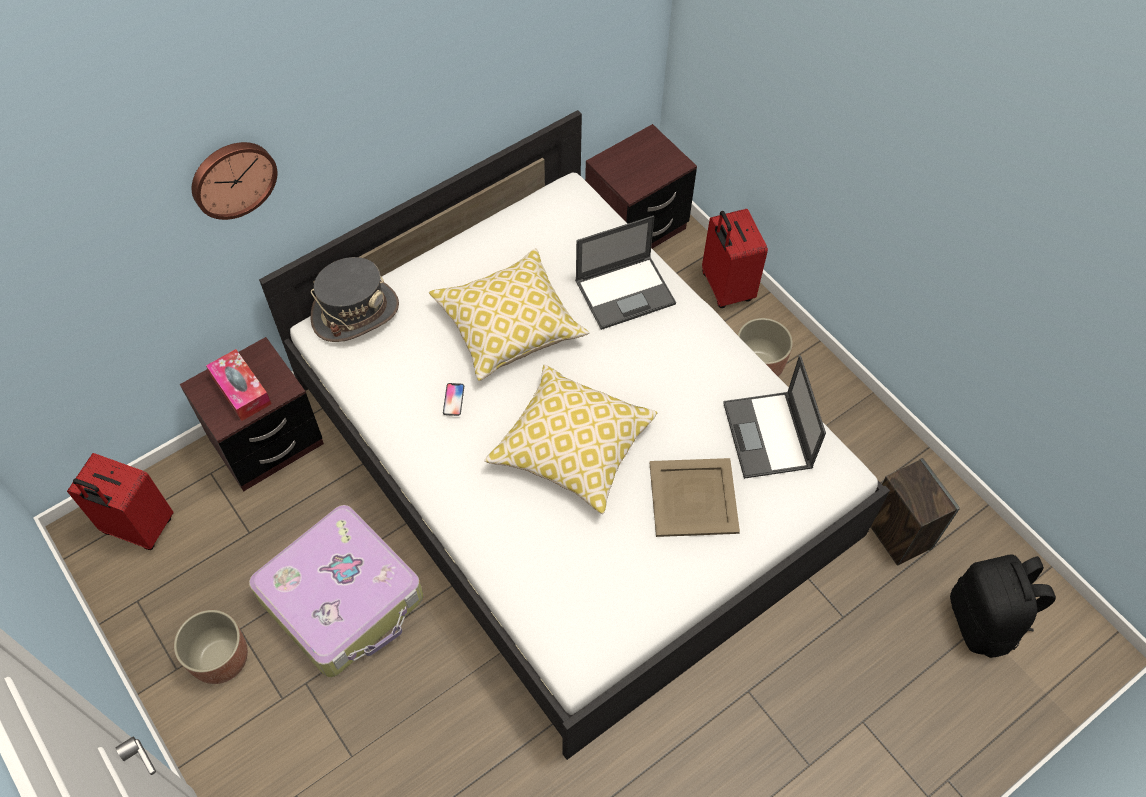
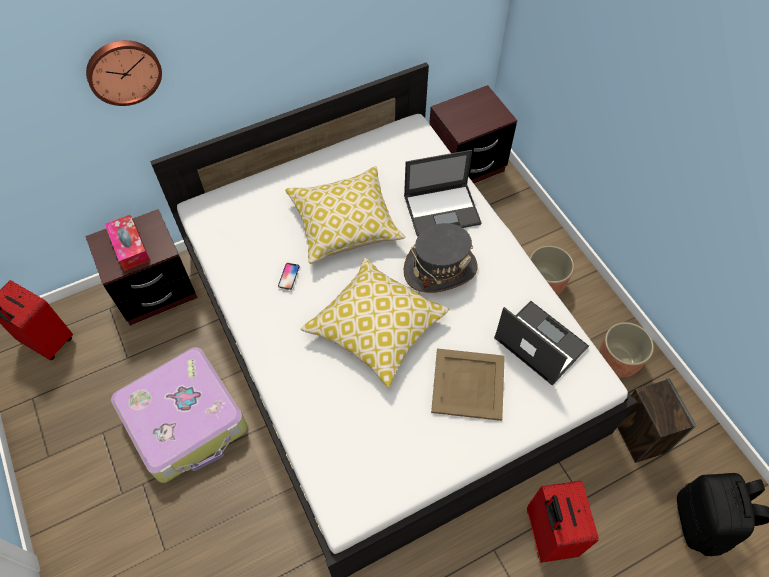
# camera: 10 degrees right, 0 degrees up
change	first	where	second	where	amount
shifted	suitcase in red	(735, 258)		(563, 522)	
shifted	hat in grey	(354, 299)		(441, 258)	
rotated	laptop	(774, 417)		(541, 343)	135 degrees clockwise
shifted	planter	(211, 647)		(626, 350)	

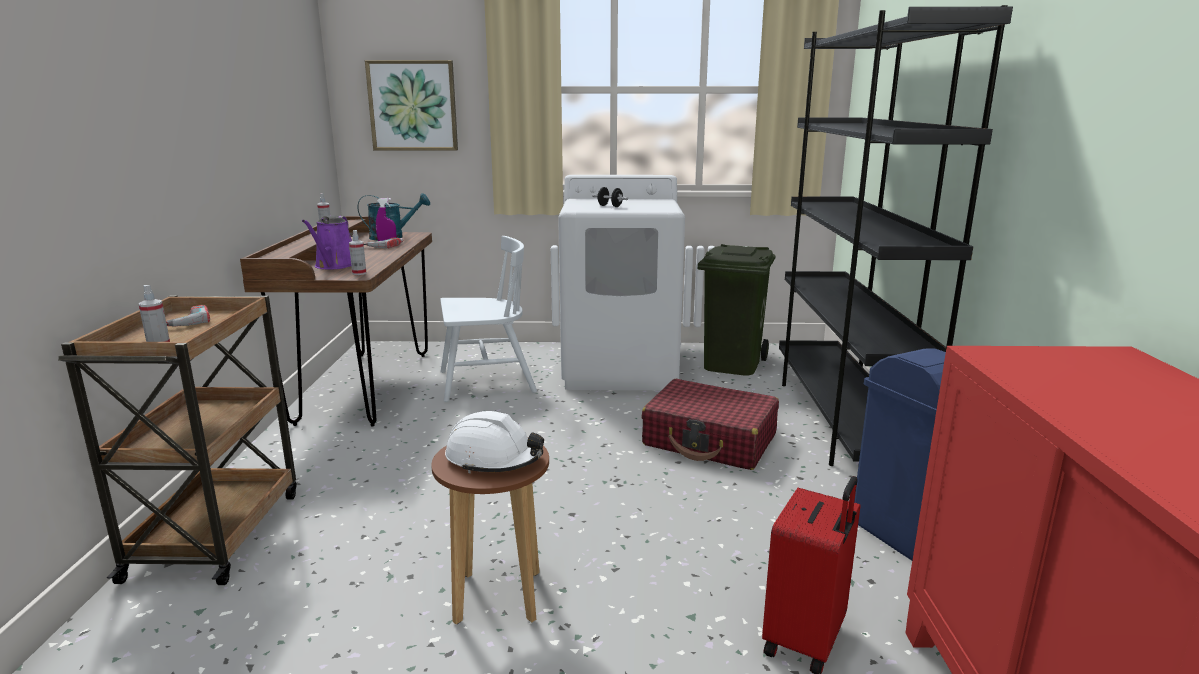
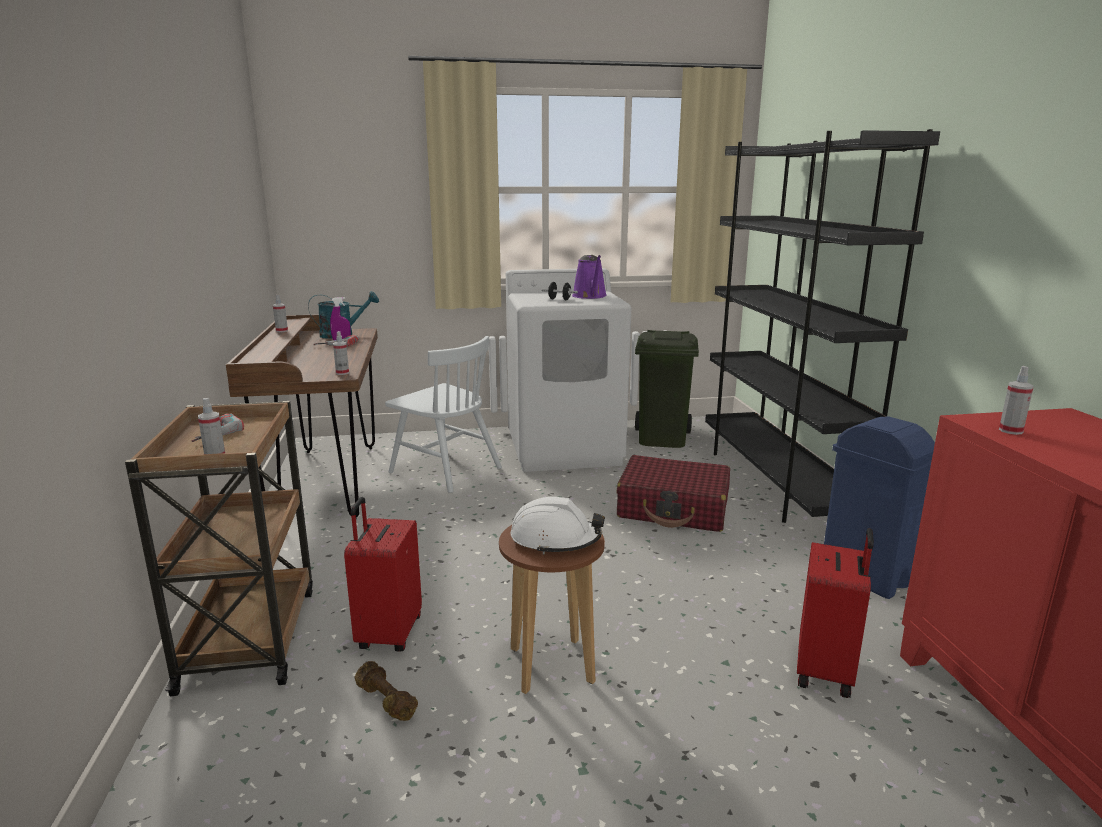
# camera: 10 degrees left, 0 degrees up
change	first	where	second	where	amount
gone	picture	(411, 105)			
shifted	watering can in purple	(327, 242)		(589, 277)	
rotated	chair in white	(488, 319)		(443, 414)	60 degrees clockwise
new			spray bottle	(1016, 400)	
new			suitcase in red	(383, 574)	
new			dumbbell in brown	(386, 691)	

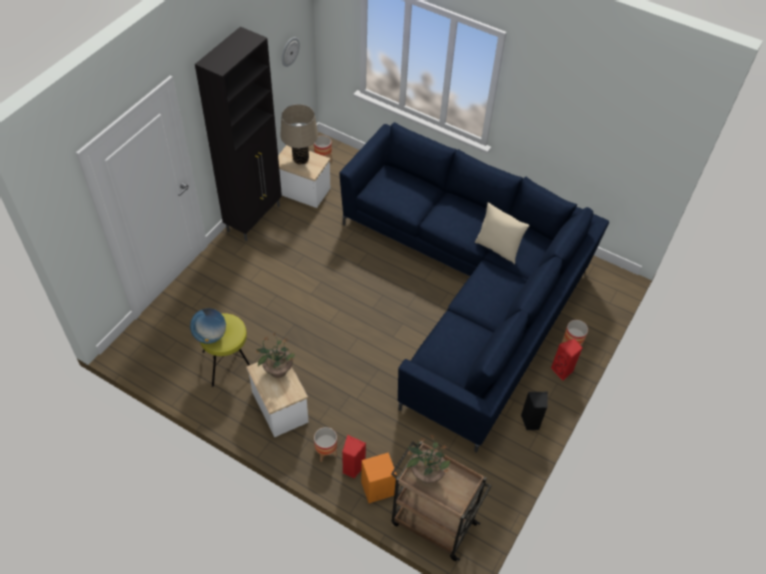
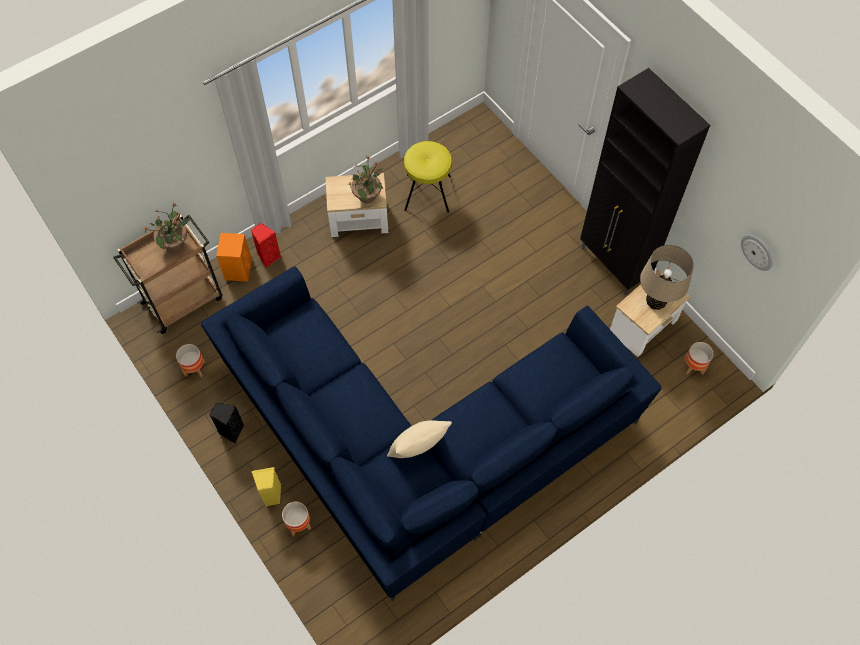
# camera: 115 degrees right, 10 degrees up
change	first	where	second	where	amount
gone	globe	(208, 326)			
repainted	speaker in red	(567, 360)	speaker in yellow	(266, 486)	
shifted	planter	(325, 444)		(190, 360)	

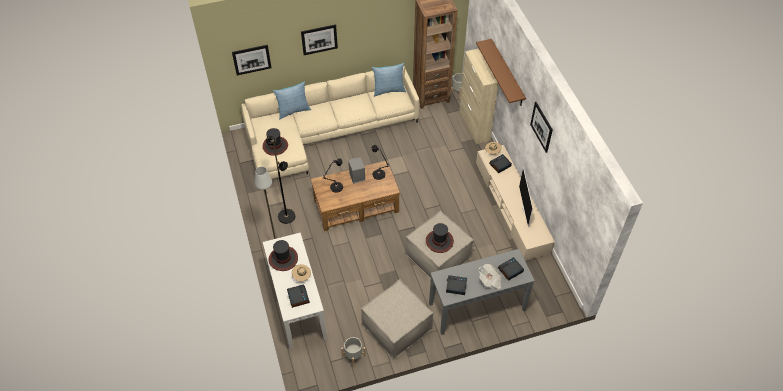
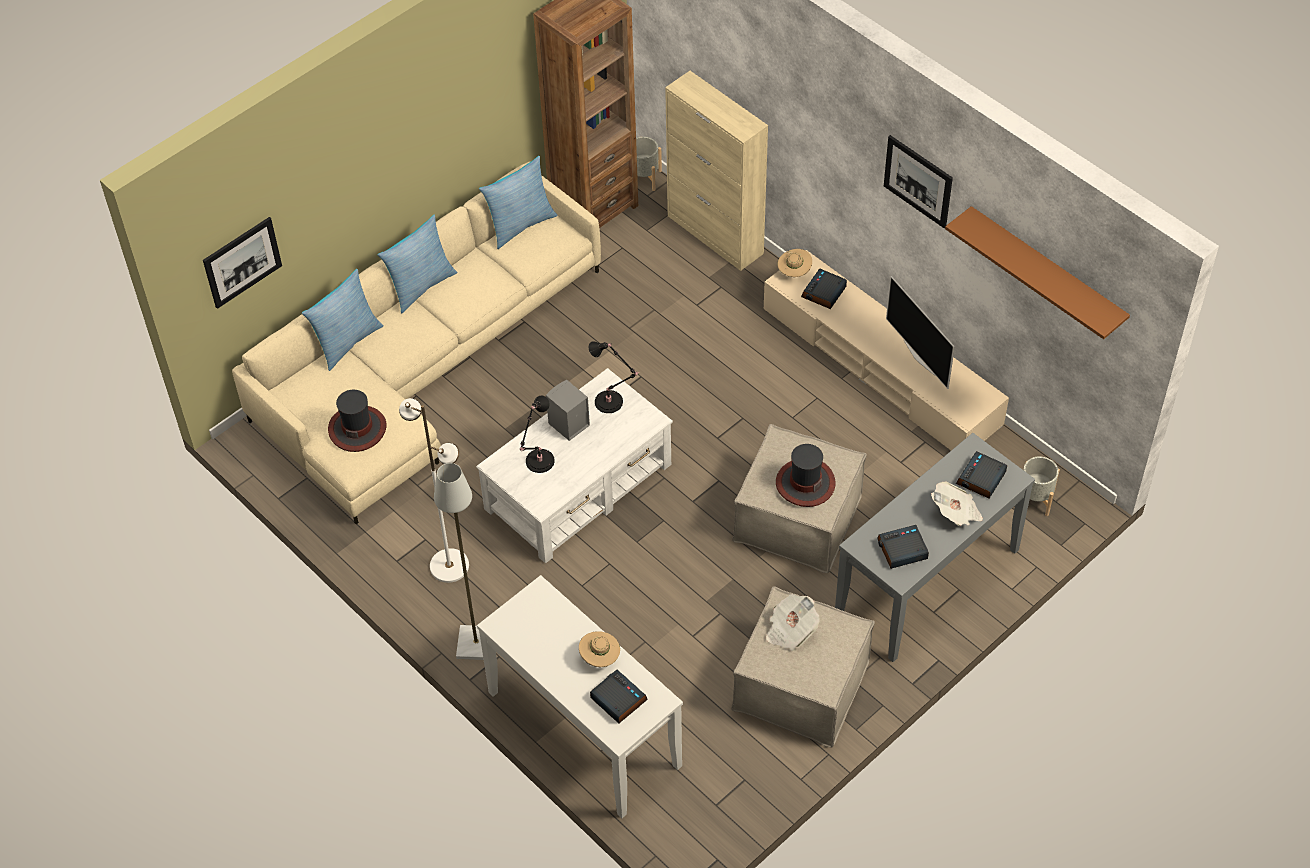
# camera: 25 degrees left, 0 degrees up
change	first	where	second	where	amount
gone	picture	(319, 39)			
shifted	shelf in brown	(501, 72)		(1037, 272)	
repainted	floor lamp in black	(280, 180)	floor lamp in white	(434, 490)	
repainted	coffee table in brown	(355, 196)	coffee table in white	(574, 466)	
gone	hat	(283, 255)			
shifted	planter in grey	(353, 352)		(1041, 486)	
new			pillow	(418, 264)	
new			newspaper	(793, 622)	

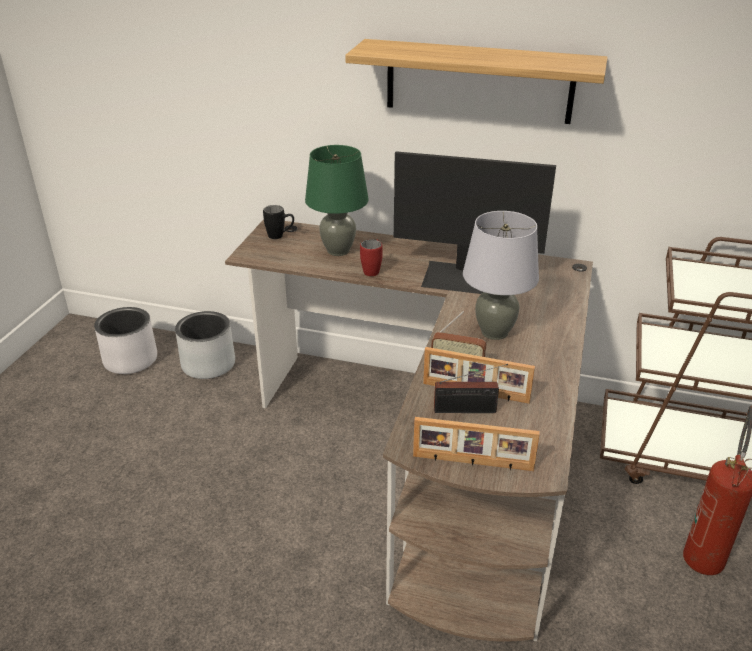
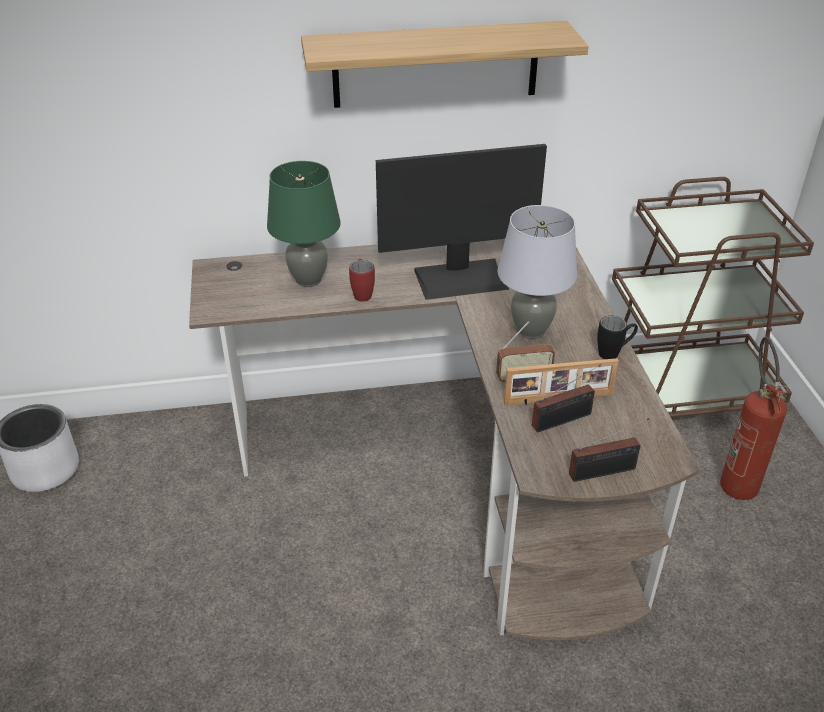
# camera: 25 degrees left, 5 degrees up
change	first	where	second	where	amount
shifted	mug in black	(278, 222)		(617, 337)	
gone	planter in grey	(205, 345)			
swapped	picture frame	(476, 444)	radio	(609, 450)	

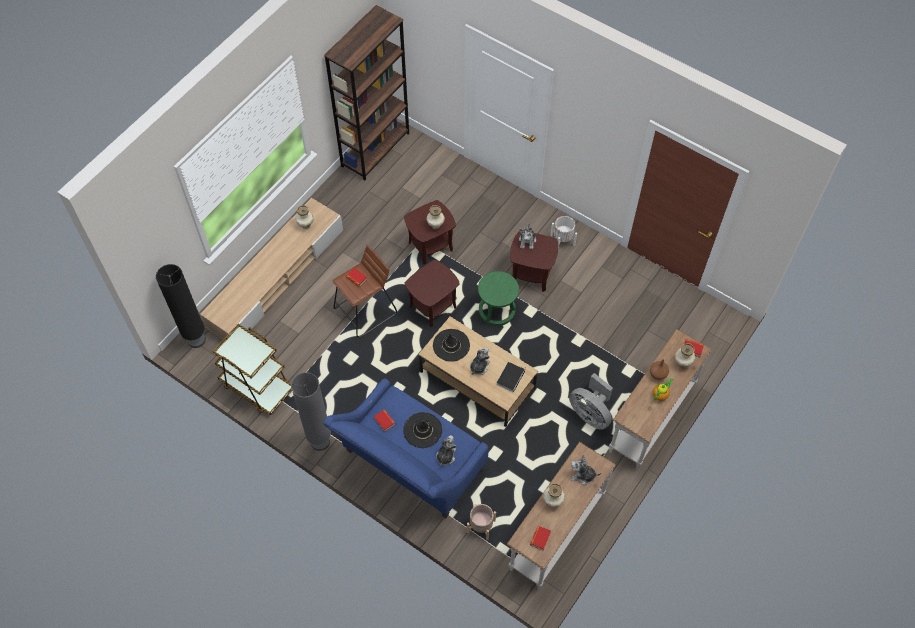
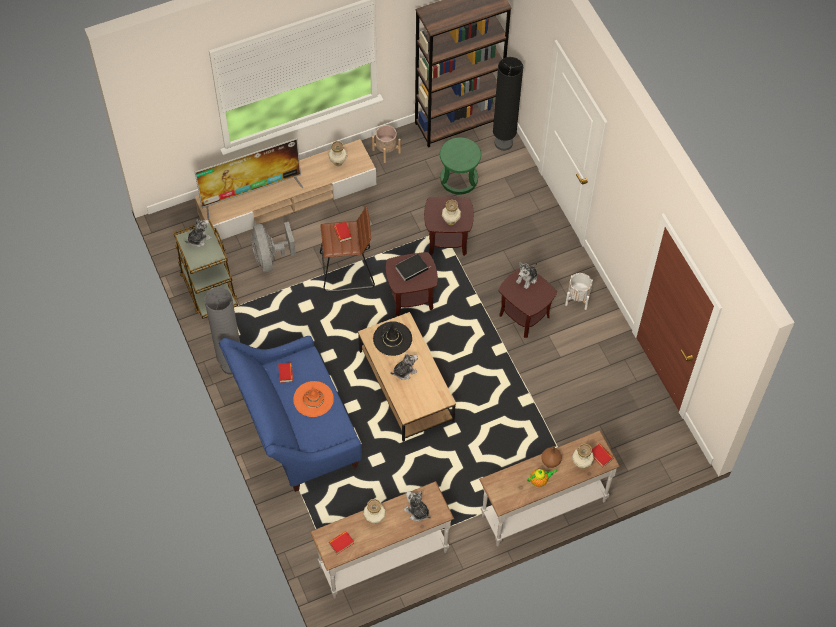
# camera: 30 degrees right, 0 degrees up
change	first	where	second	where	amount
shifted	floor lamp in black	(181, 306)		(508, 104)	
shifted	stool in green	(498, 298)		(460, 166)	
shifted	book	(511, 377)		(413, 268)	
shifted	fan in grey	(591, 401)		(273, 247)	
repainted	hat in black	(422, 430)	hat in orange	(313, 399)	
shifted	plush toy	(446, 451)		(198, 233)	
shifted	planter in beige	(481, 522)		(386, 144)	
new			television	(249, 179)	

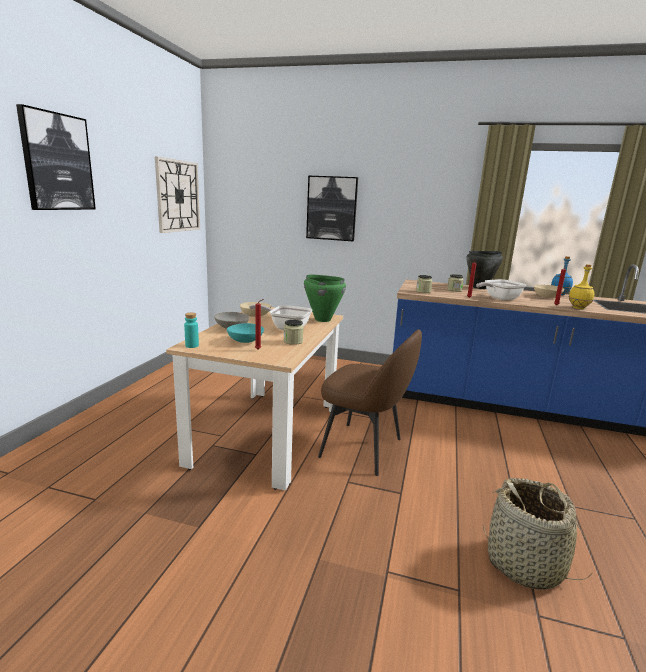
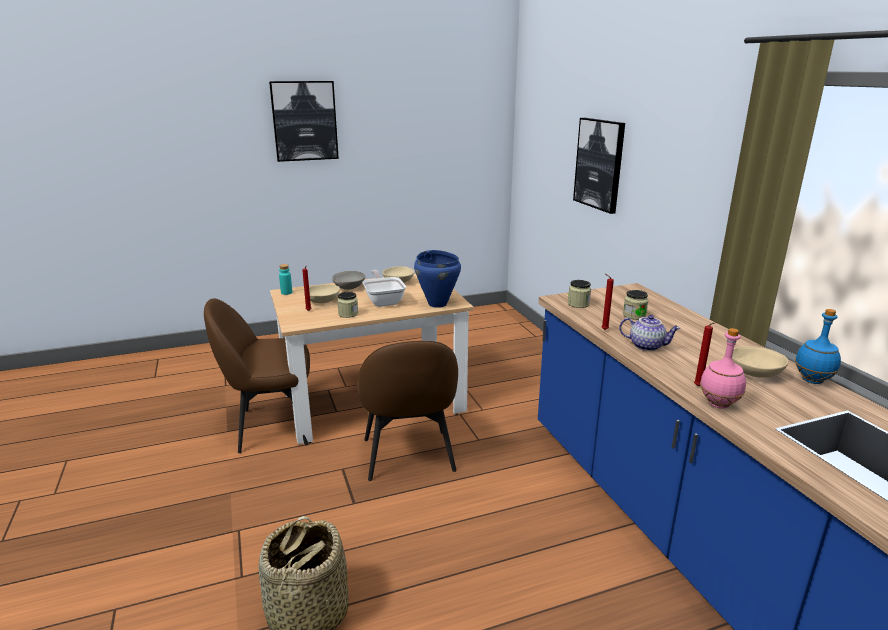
# camera: 55 degrees right, 5 degrees up
change	first	where	second	where	amount
gone	wall clock	(177, 195)			
gone	cooking pot in black	(484, 270)			
repainted	bottle in yellow	(581, 286)	bottle in pink	(723, 368)	
repainted	cooking pot in green	(325, 298)	cooking pot in blue	(437, 279)	
swapped	frying pan	(501, 289)	teapot	(650, 333)	
repainted	bowl in turquoise	(245, 333)	bowl in beige	(321, 293)	
new			chair in brown	(257, 376)	

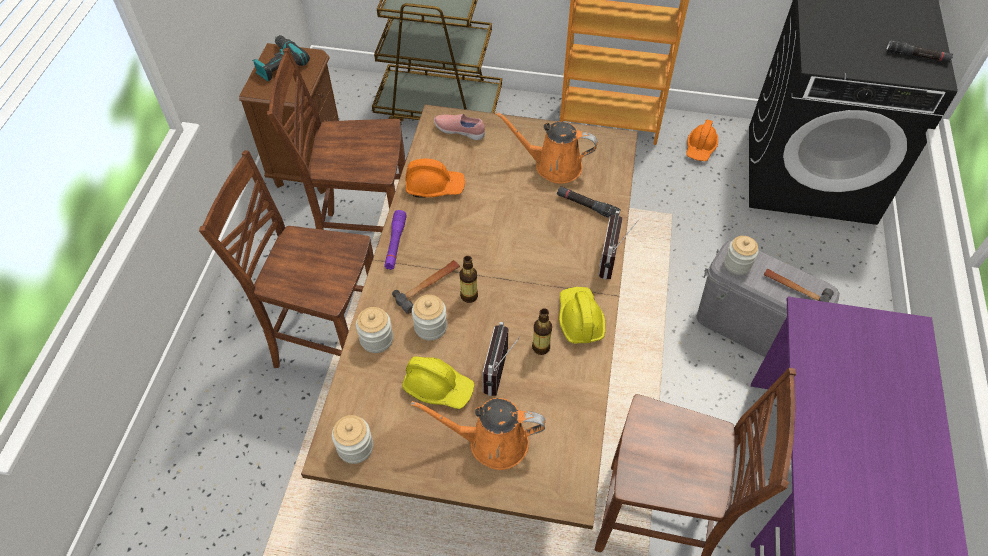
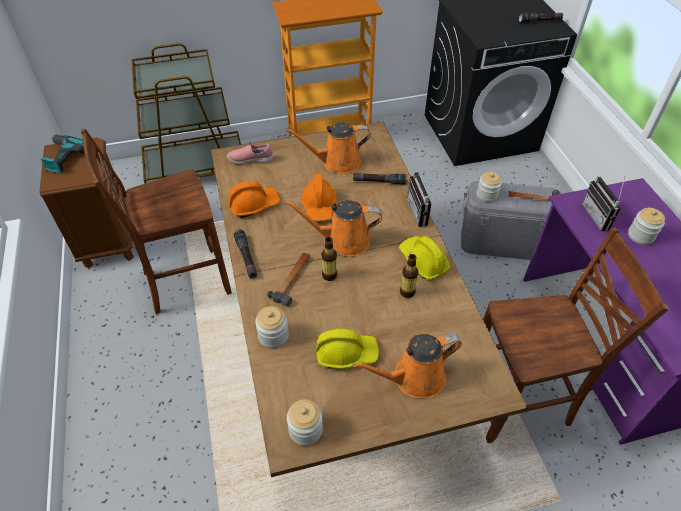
# camera: 25 degrees left, 5 degrees down
change	first	where	second	where	amount
shifted	hard hat in orange	(702, 140)		(319, 197)	
gone	chair in brown	(286, 259)			
repainted	flashlight in purple	(395, 240)	flashlight in black	(246, 254)	
shifted	jar	(429, 318)		(646, 226)	
shifted	radio	(502, 359)		(604, 203)	
new			watering can in orange	(333, 228)	

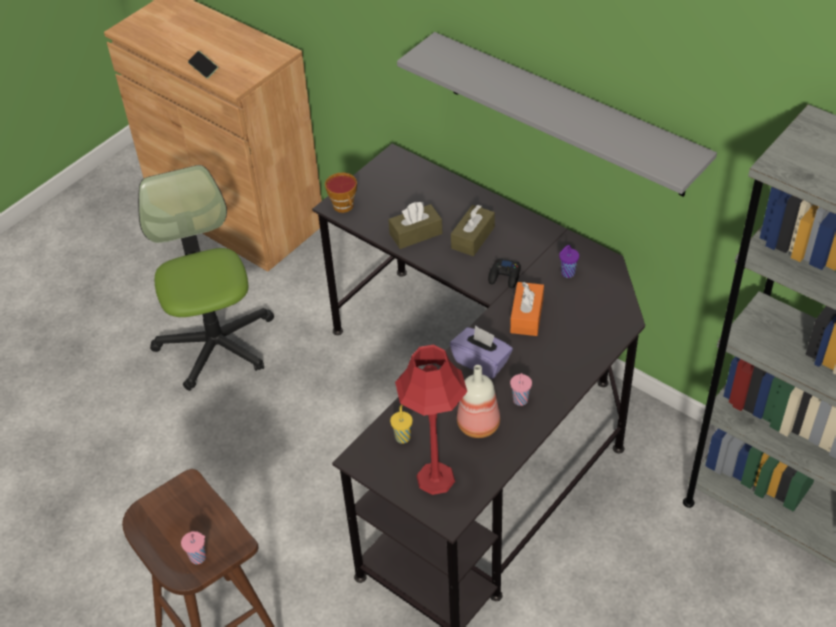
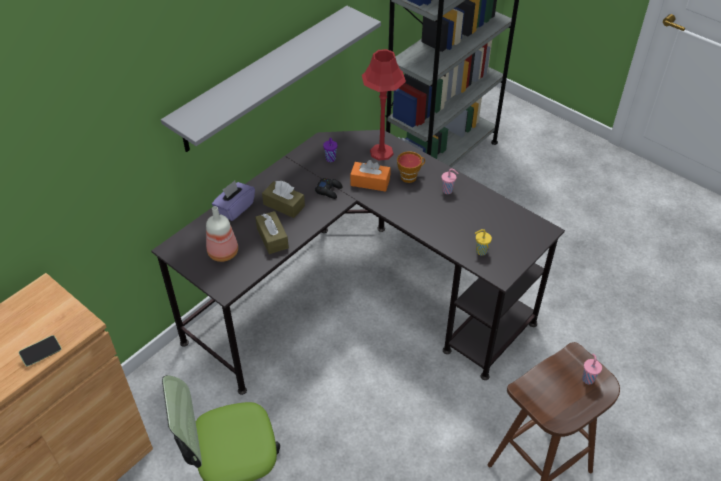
# camera: 90 degrees left, 0 degrees up
change	first	where	second	where	amount
shifted	cup	(341, 193)		(411, 167)	
shifted	tissue box in purple	(481, 352)		(233, 201)	
shifted	table lamp in red	(431, 420)		(384, 105)	
shifted	bottle	(478, 401)		(222, 234)	

